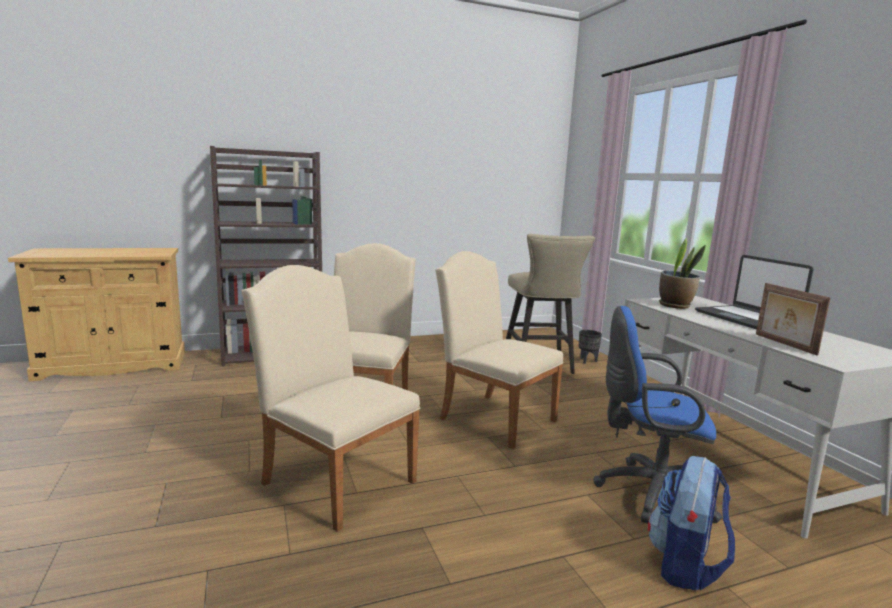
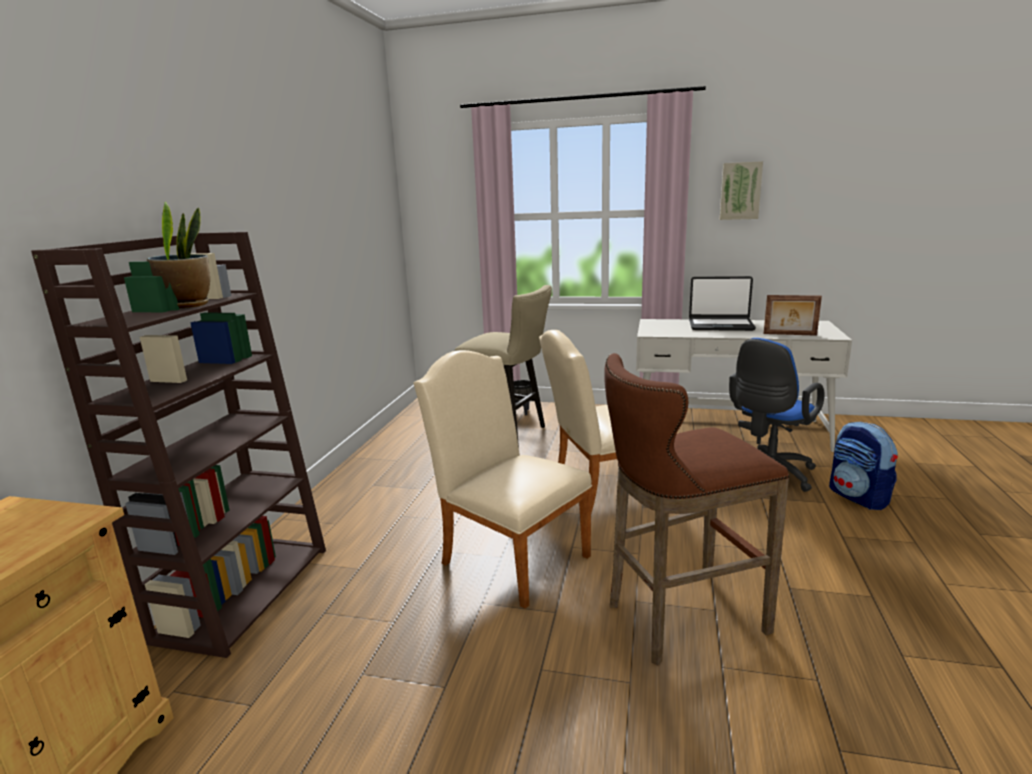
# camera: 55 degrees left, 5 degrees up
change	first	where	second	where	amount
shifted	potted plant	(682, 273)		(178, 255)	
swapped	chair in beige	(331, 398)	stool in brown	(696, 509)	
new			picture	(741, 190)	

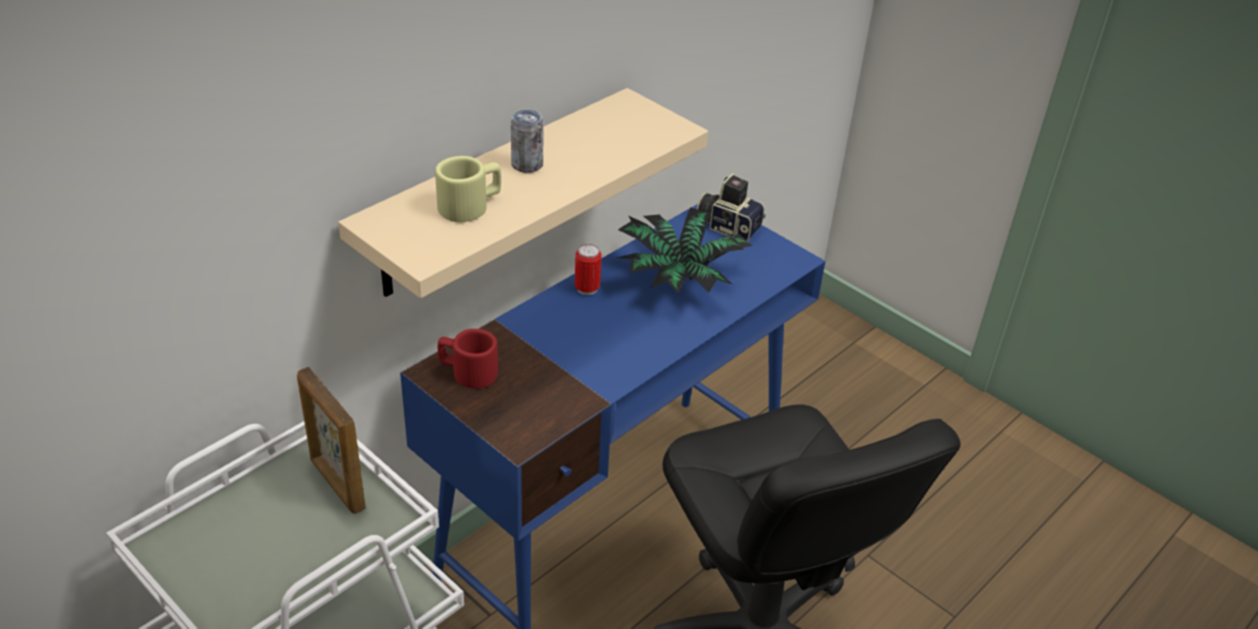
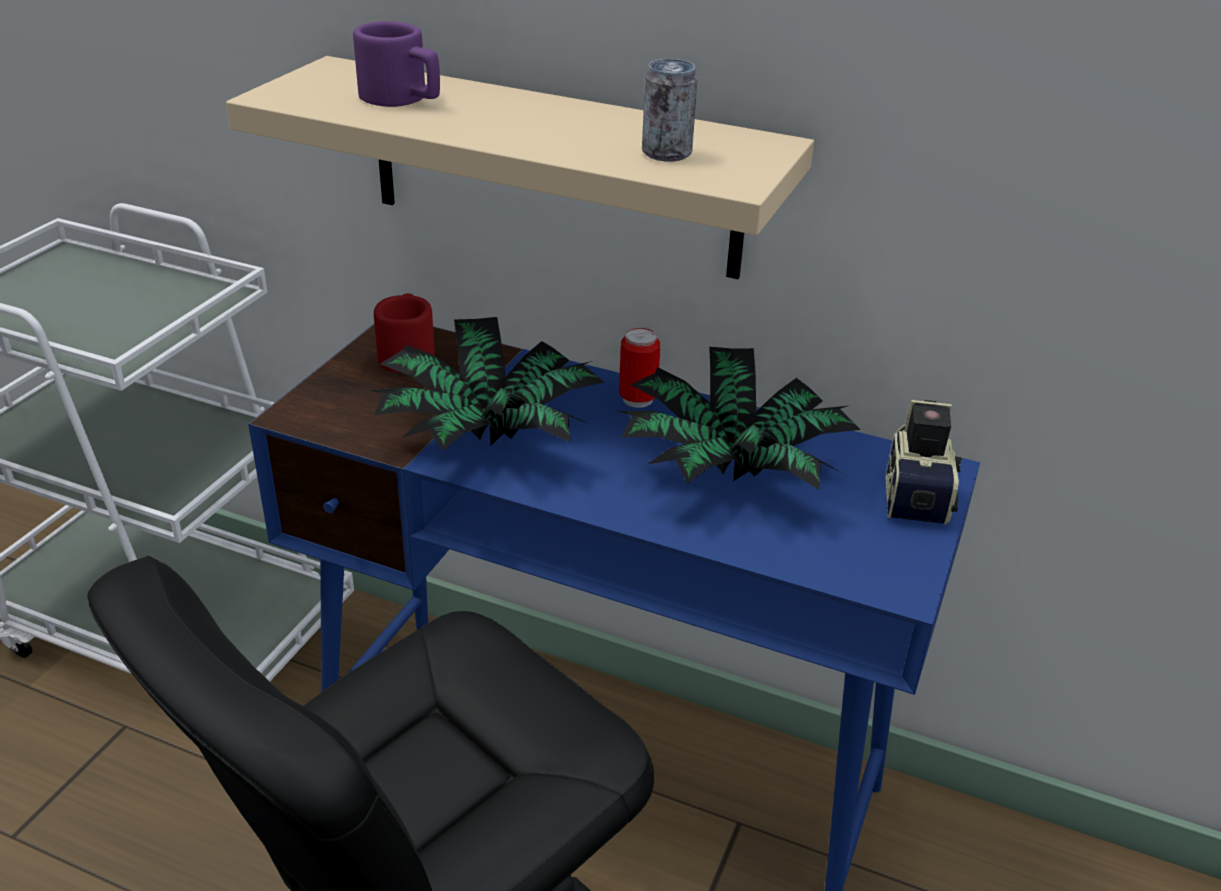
# camera: 70 degrees right, 5 degrees down
change	first	where	second	where	amount
shifted	can	(527, 141)		(670, 110)	
repainted	mug in beige	(468, 189)	mug in purple	(396, 64)	
gone	picture frame	(331, 440)			
new			potted plant	(487, 384)	

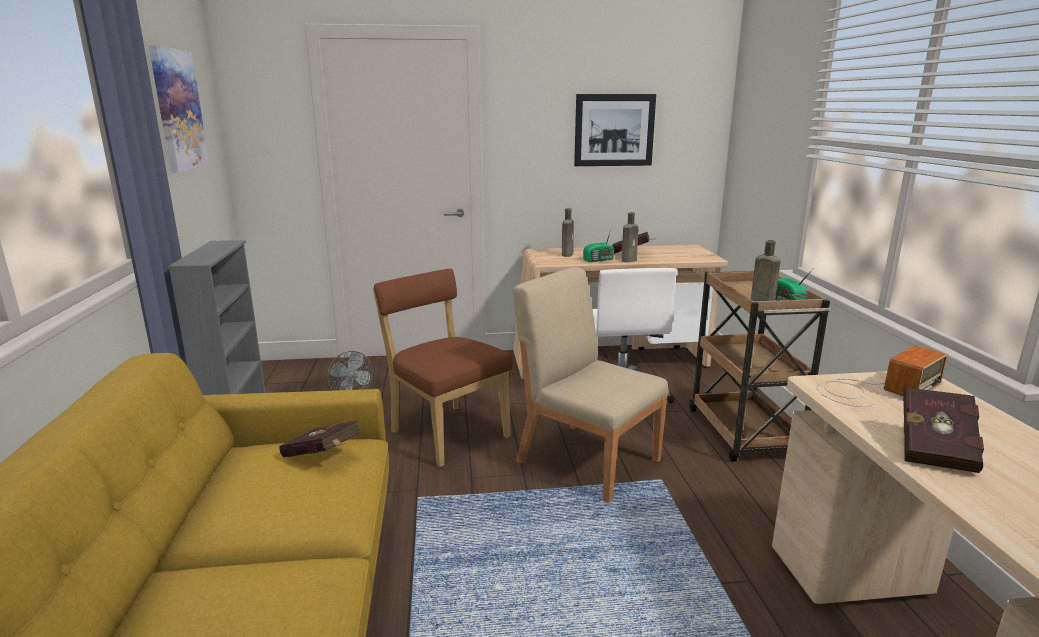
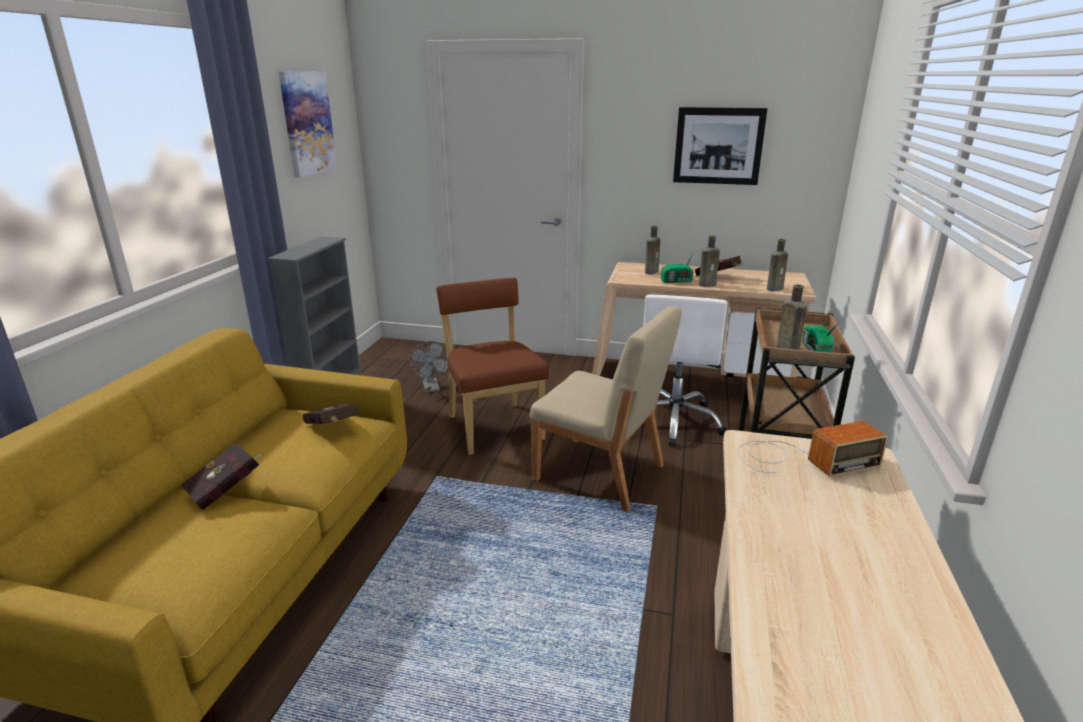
# camera: 20 degrees right, 5 degrees up
change	first	where	second	where	amount
rotated	chair in beige	(590, 385)		(606, 409)	150 degrees clockwise
shifted	book in red	(943, 430)		(222, 476)	
new			bottle in brown	(777, 265)	

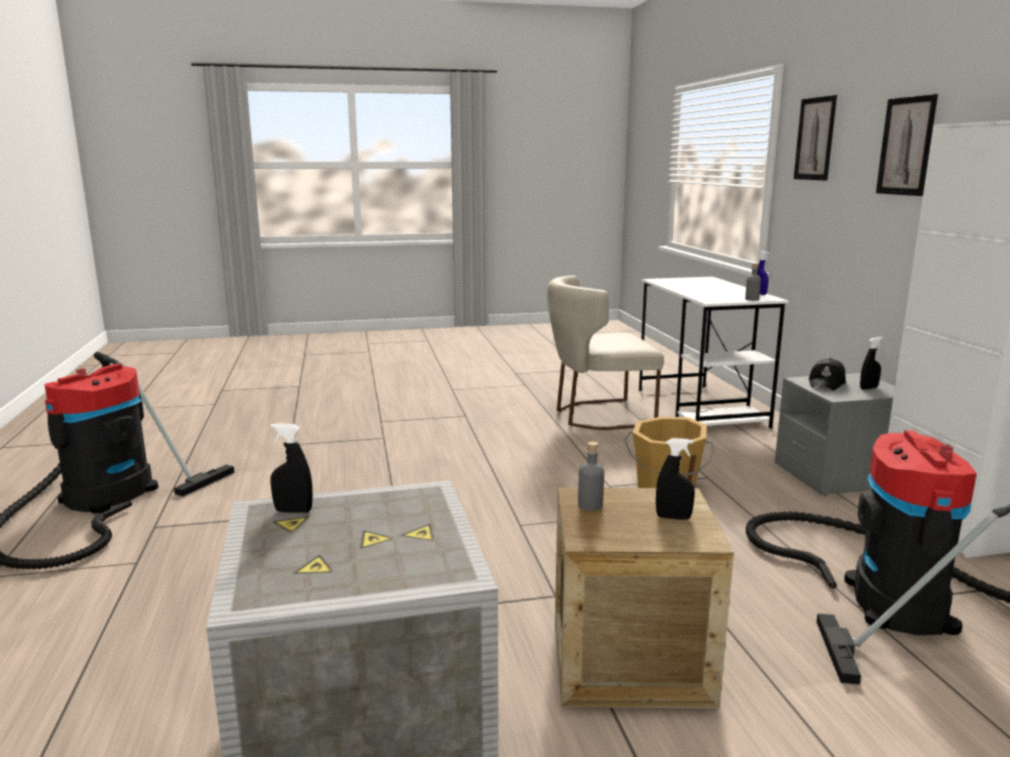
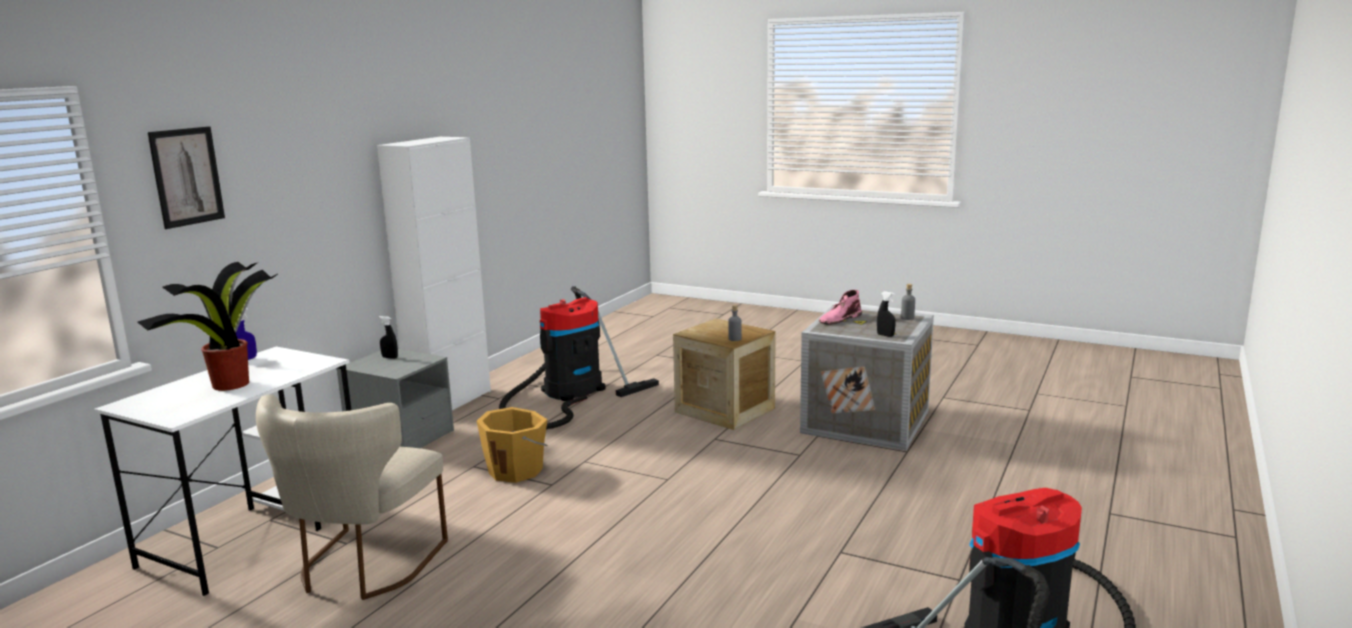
# camera: 140 degrees left, 0 degrees up
change	first	where	second	where	amount
gone	picture	(907, 145)			
shifted	bottle in grey	(753, 282)		(908, 302)	
rotated	chair in beige	(605, 353)		(352, 497)	75 degrees clockwise
gone	cap in black	(827, 374)			
gone	spray bottle in black	(675, 479)			
new			potted plant	(207, 326)	
new			boot in pink	(840, 307)	

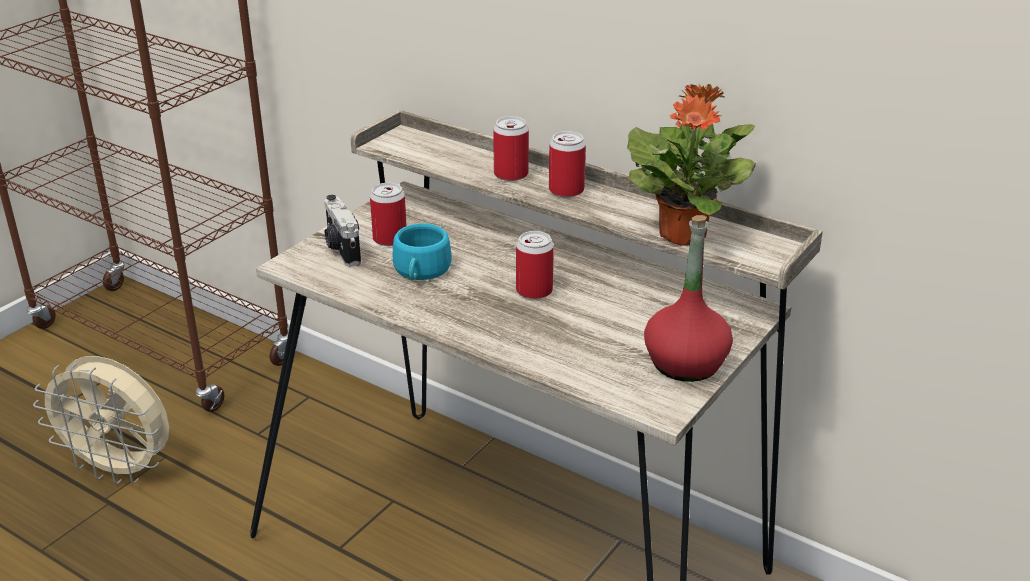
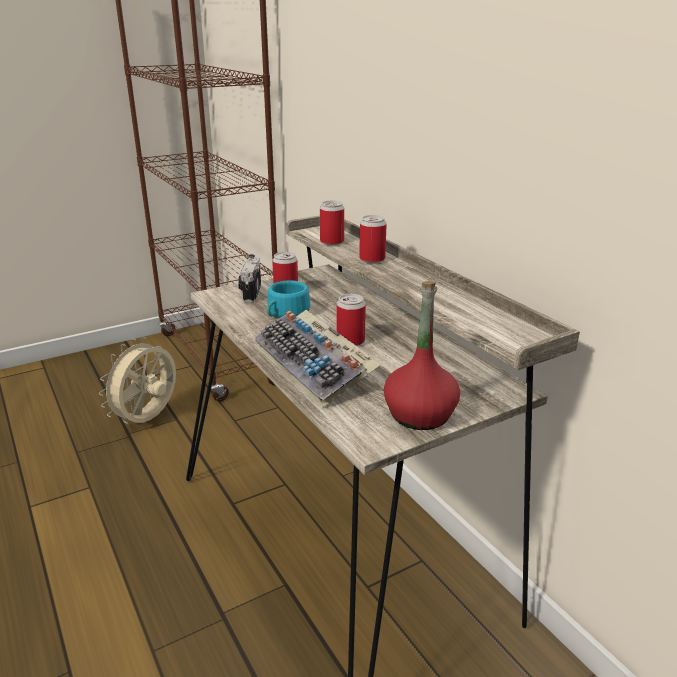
# camera: 25 degrees right, 5 degrees down
change	first	where	second	where	amount
gone	potted plant	(691, 164)			
shifted	can	(567, 164)		(332, 222)	
rotated	fan in beige	(101, 420)		(137, 380)	75 degrees clockwise
new			keyboard	(317, 359)	

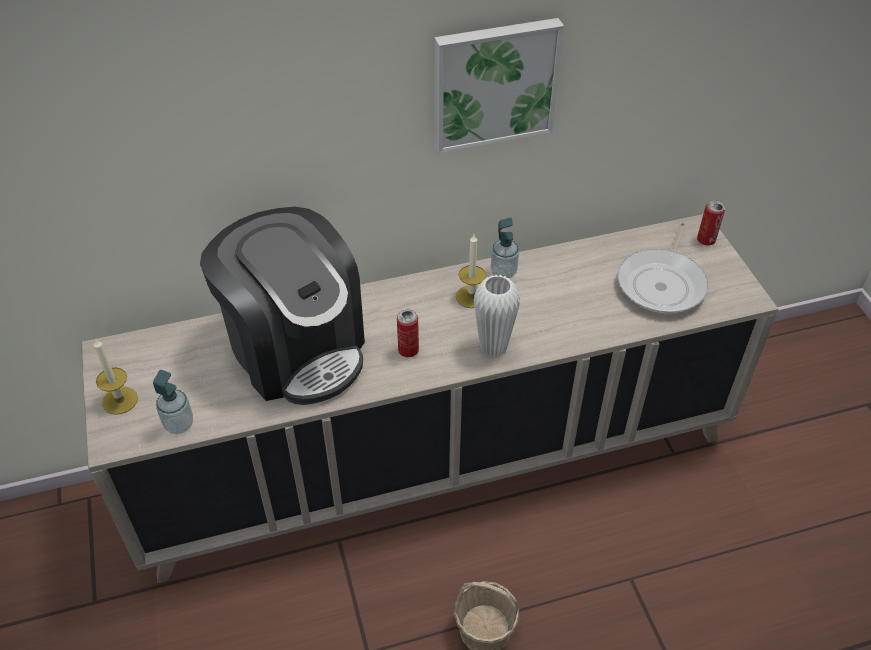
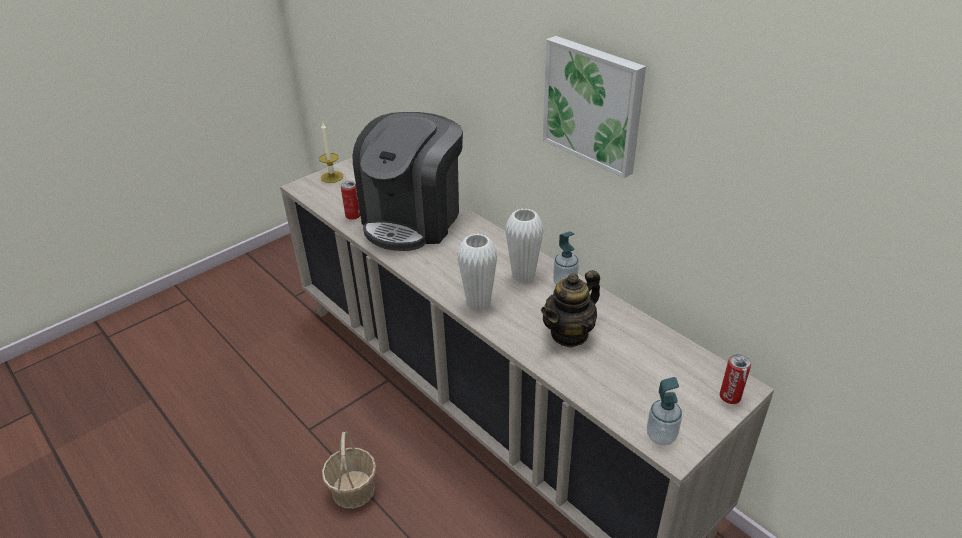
# camera: 65 degrees right, 10 degrees down
change	first	where	second	where	amount
gone	frying pan	(662, 267)			
swapped	candle	(471, 271)	vase in white	(524, 245)	
shifted	can	(408, 333)		(350, 200)	
shifted	soap dispenser	(173, 402)		(664, 411)	
new			teapot	(570, 308)	

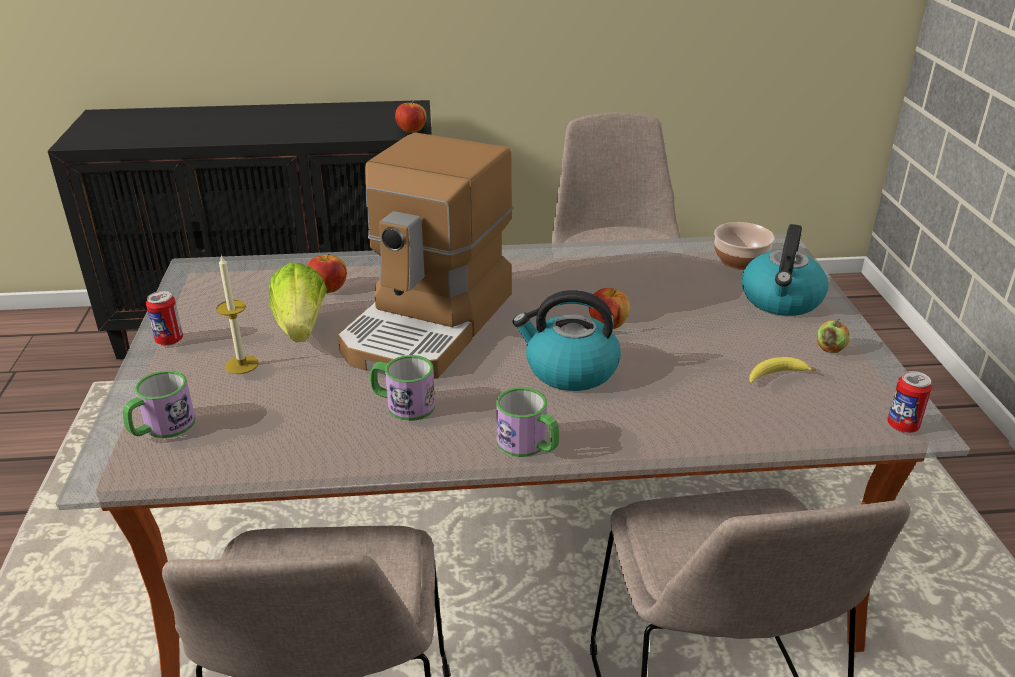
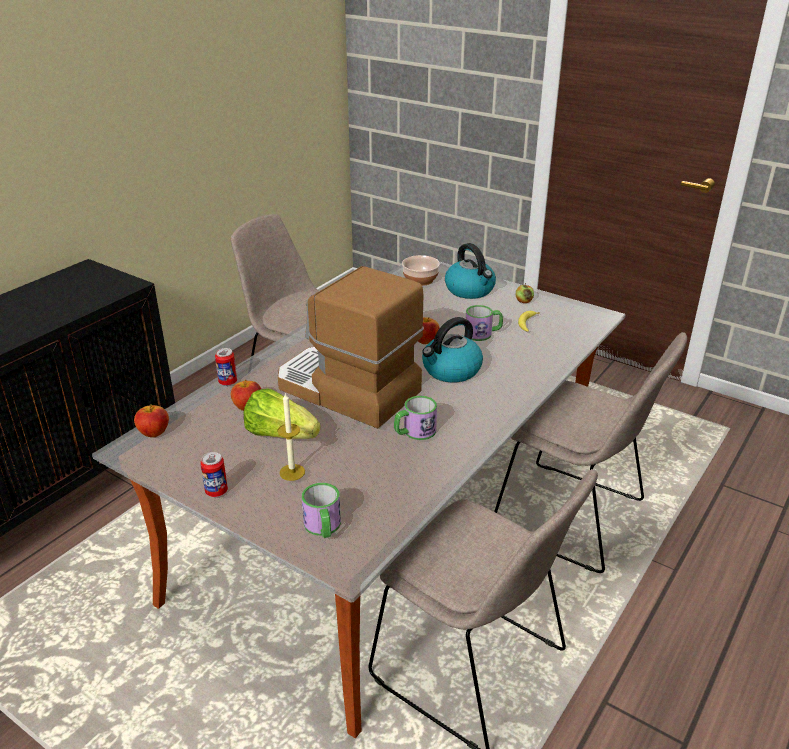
# camera: 50 degrees left, 0 degrees up
change	first	where	second	where	amount
shifted	apple	(410, 116)		(151, 420)	
rotated	coffee machine	(425, 255)		(351, 347)	150 degrees clockwise
shifted	can	(909, 402)		(226, 367)	
shifted	mug	(528, 422)		(484, 323)	

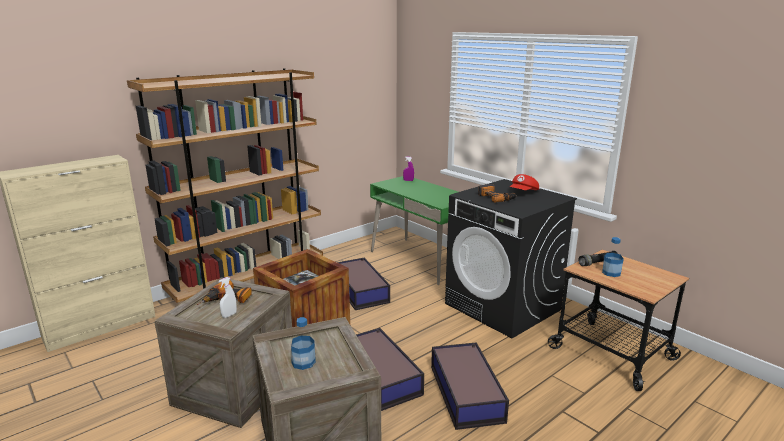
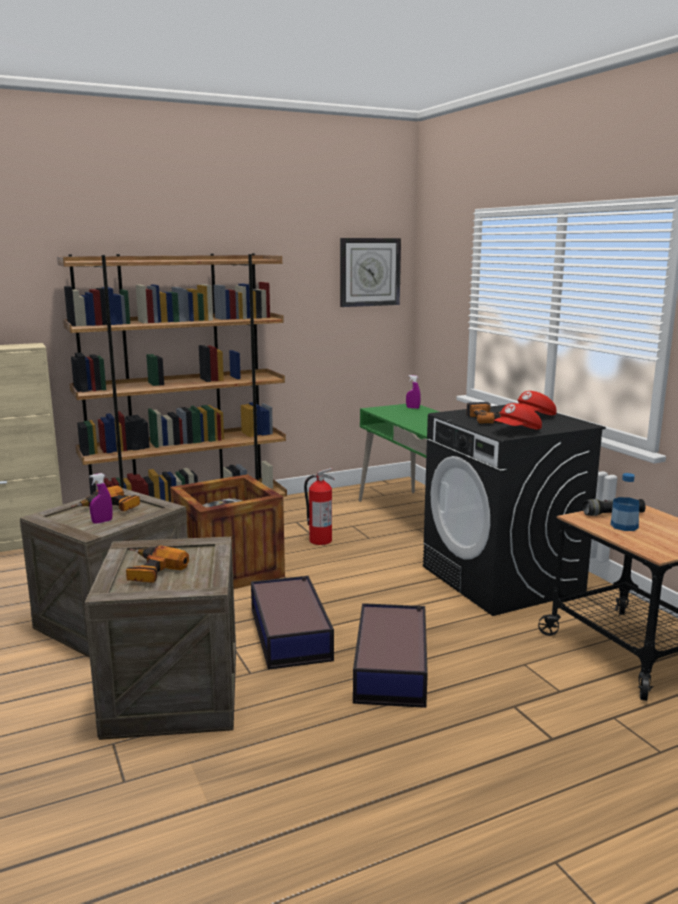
# camera: 15 degrees right, 5 degrees down
change	first	where	second	where	amount
swapped	storage box	(363, 284)	fire extinguisher	(319, 506)	
repainted	spray bottle in white	(228, 297)	spray bottle in purple	(101, 498)	
swapped	bottle	(303, 343)	power drill	(157, 564)	
new			wall clock	(370, 272)	
new			cap in red	(517, 416)	

